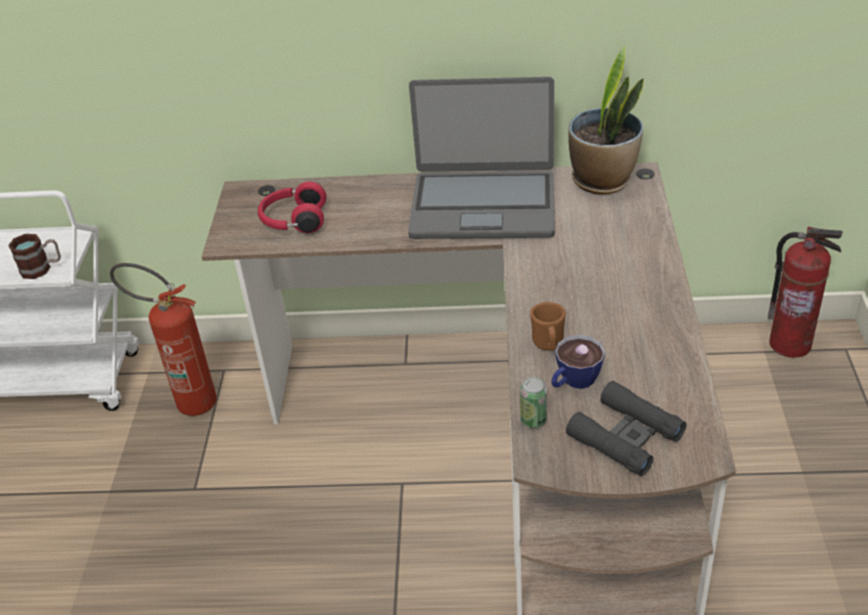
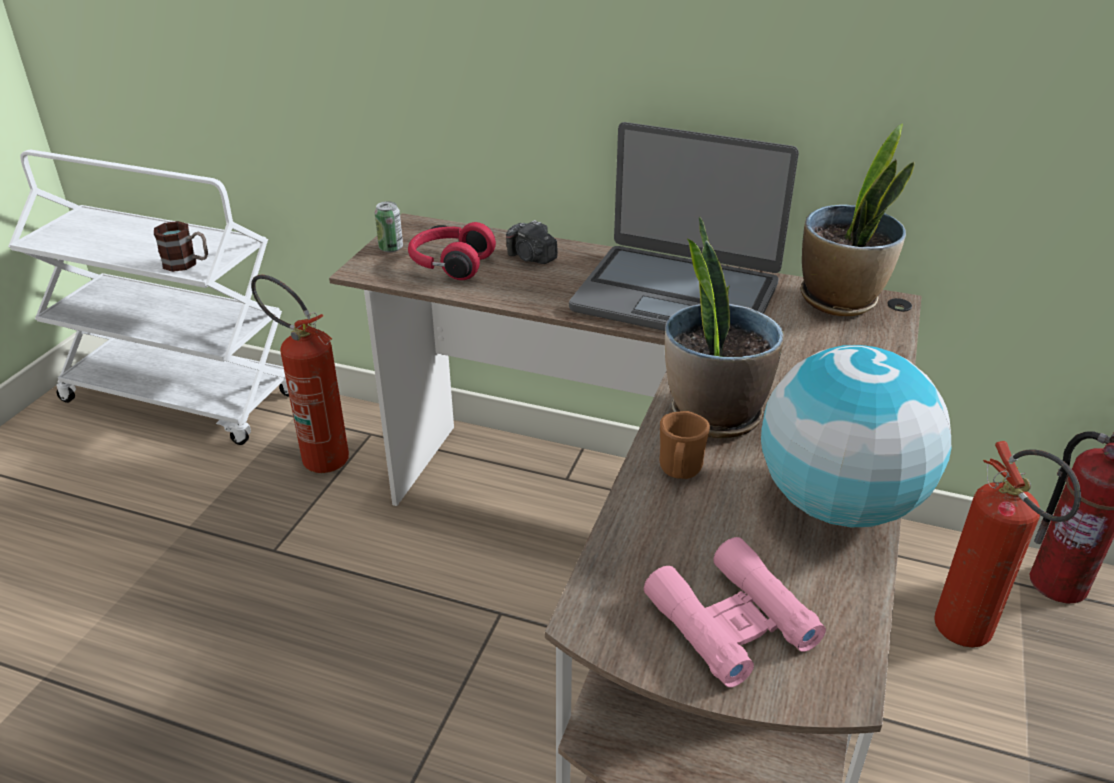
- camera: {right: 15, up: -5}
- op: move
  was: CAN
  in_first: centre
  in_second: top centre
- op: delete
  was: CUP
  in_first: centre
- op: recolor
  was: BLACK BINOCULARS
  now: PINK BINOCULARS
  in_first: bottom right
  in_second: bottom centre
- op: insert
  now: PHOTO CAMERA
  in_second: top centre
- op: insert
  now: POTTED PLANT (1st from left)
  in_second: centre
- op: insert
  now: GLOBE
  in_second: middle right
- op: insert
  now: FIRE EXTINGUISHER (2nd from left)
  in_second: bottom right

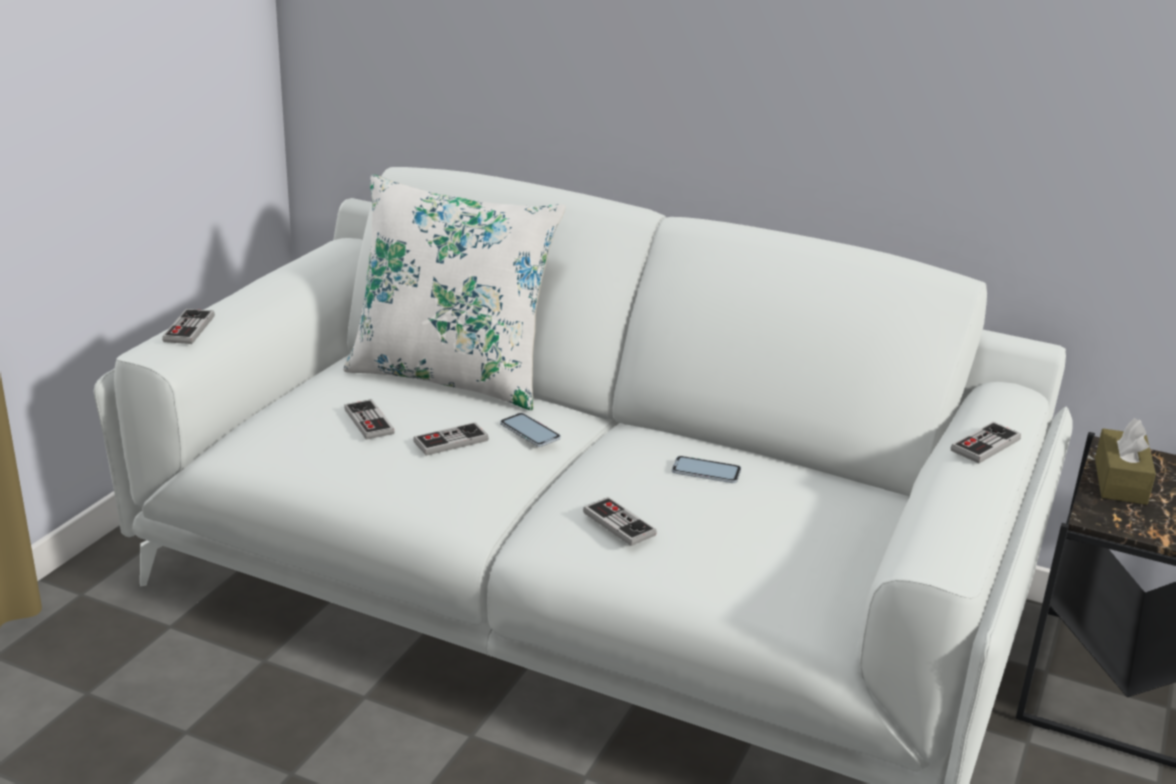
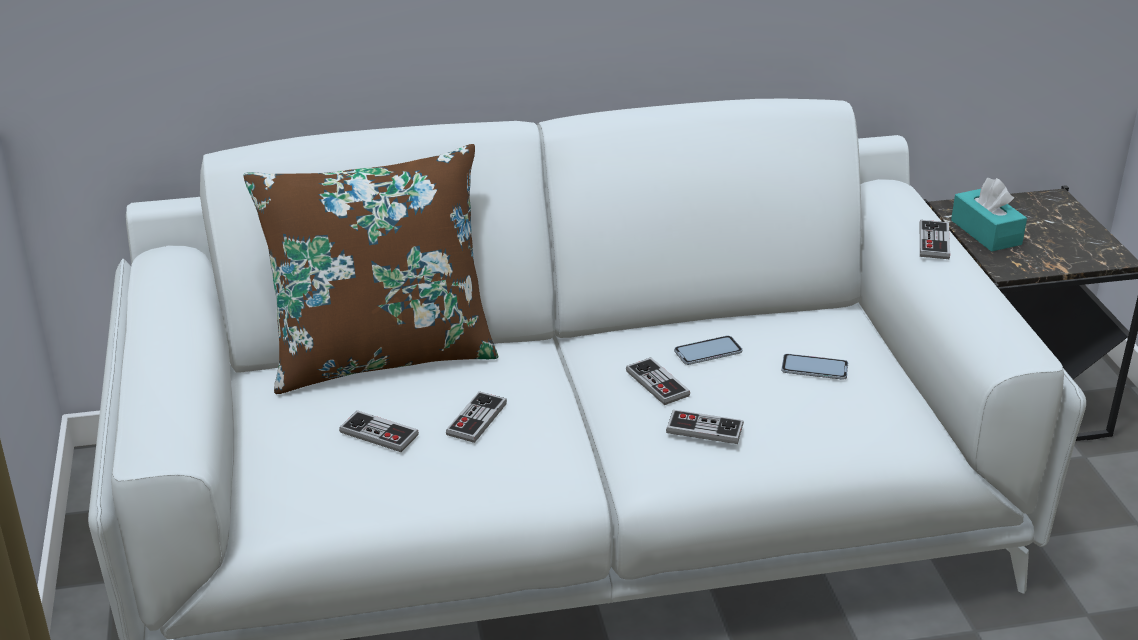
- camera: {right: -35, up: 5}
- op: move
  was: GAME CONTROLLER (1st from left in the first image)
  now: GAME CONTROLLER (3rd from left)
  in_first: middle left
  in_second: centre
- op: recolor
  was: WHITE PILLOW
  now: BROWN PILLOW
  in_first: centre
  in_second: middle left
- op: move
  was: PHONE (1st from left in the first image)
  now: PHONE (2nd from left)
  in_first: centre
  in_second: middle right
- op: recolor
  was: BROWN TISSUE BOX
  now: TURQUOISE TISSUE BOX
  in_first: middle right
  in_second: middle right

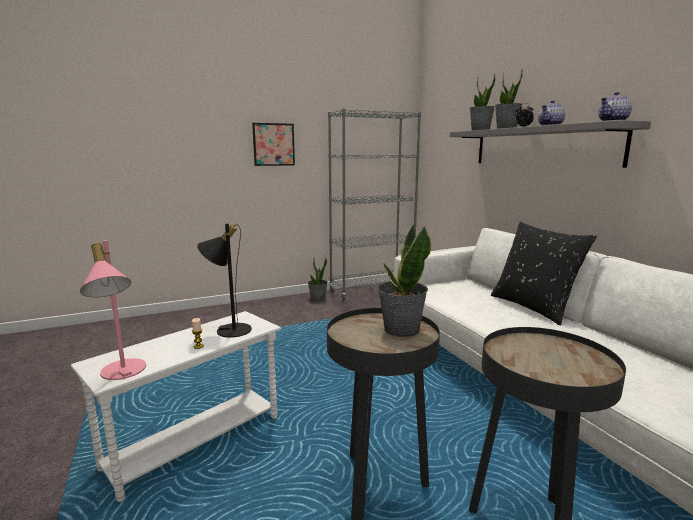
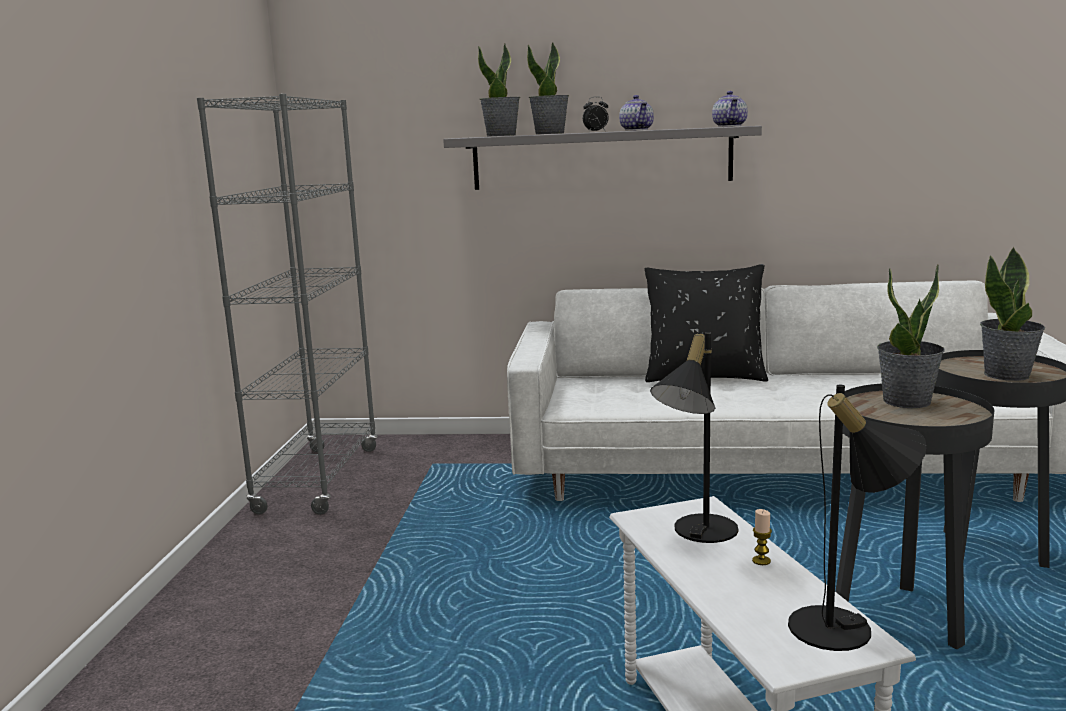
- camera: {right: -60, up: 0}
- op: recolor
  was: PINK TABLE LAMP
  now: BLACK TABLE LAMP (2nd from left)
  in_first: middle left
  in_second: bottom right
- op: delete
  was: PICTURE
  in_first: top centre
- op: move
  was: POTTED PLANT (1st from left in the first image)
  now: POTTED PLANT (4th from left)
  in_first: centre
  in_second: middle right

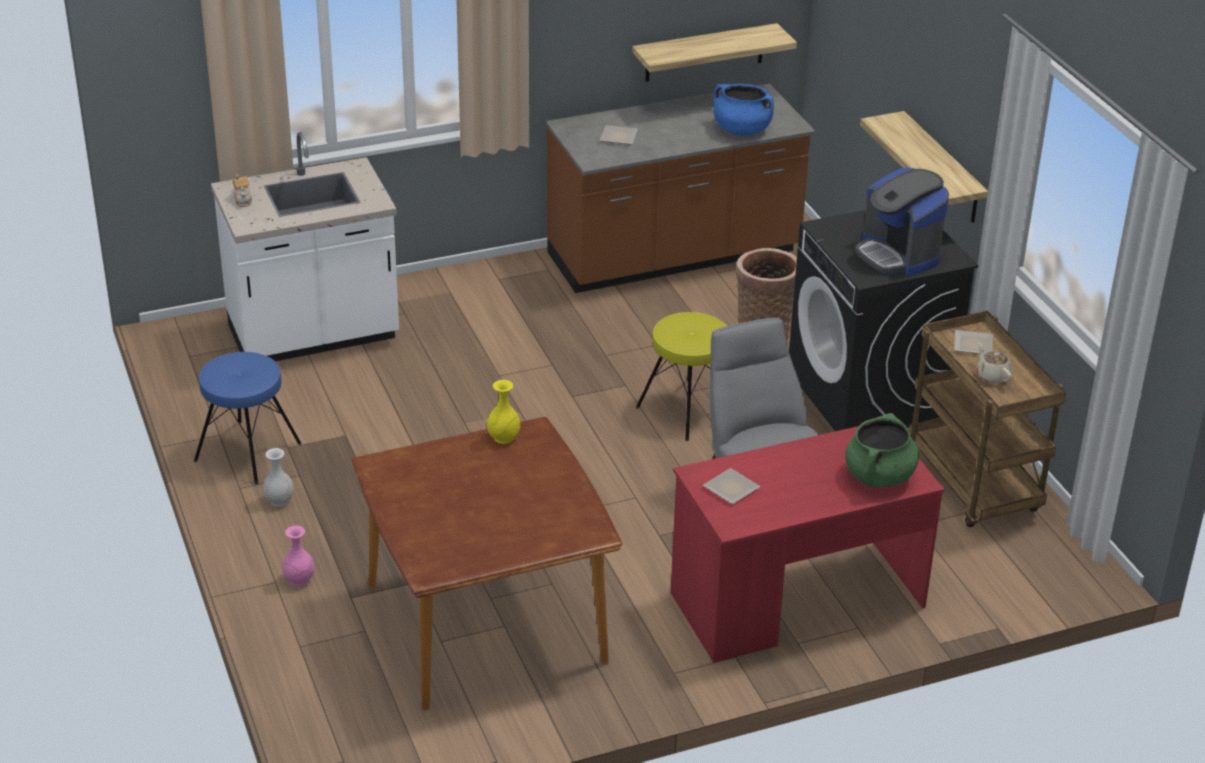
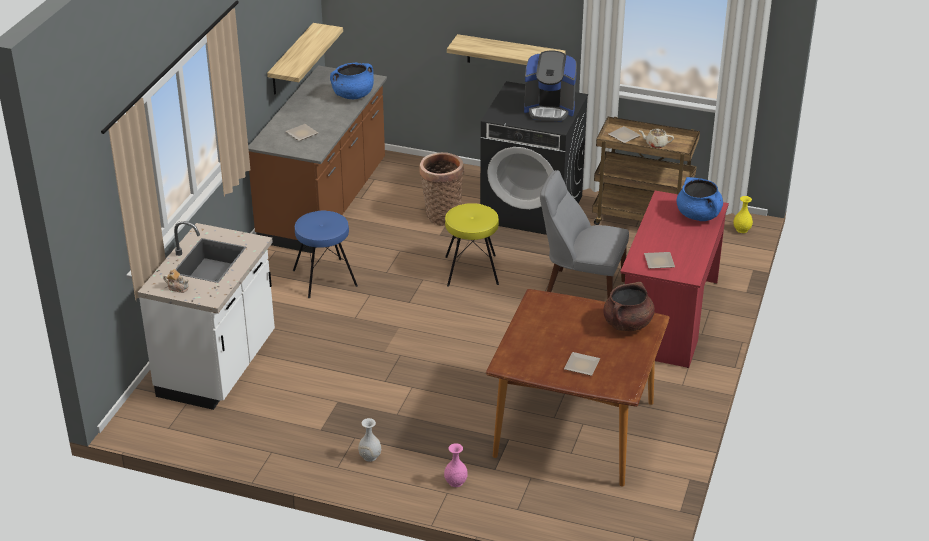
- camera: {right: -50, up: 0}
- op: move
  was: BLUE STOOL
  in_first: middle left
  in_second: centre
- op: move
  was: YELLOW VASE
  in_first: centre
  in_second: middle right
- op: recolor
  was: GREEN COOKING POT
  now: BLUE COOKING POT (2nd from left)
  in_first: middle right
  in_second: middle right
- op: insert
  now: PLATE (2nd from left)
  in_second: bottom centre
- op: insert
  now: BROWN COOKING POT
  in_second: middle right

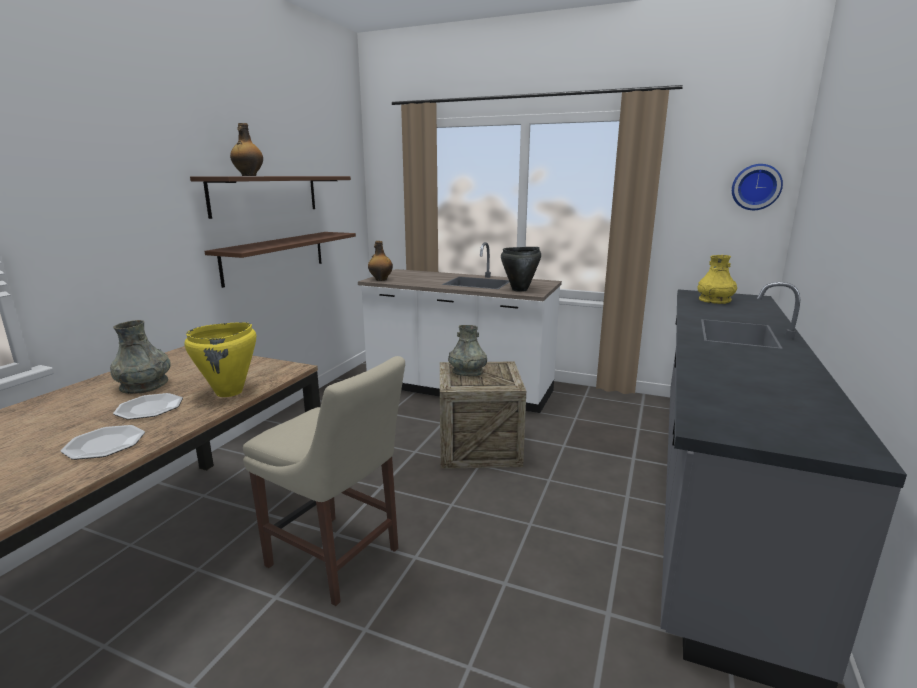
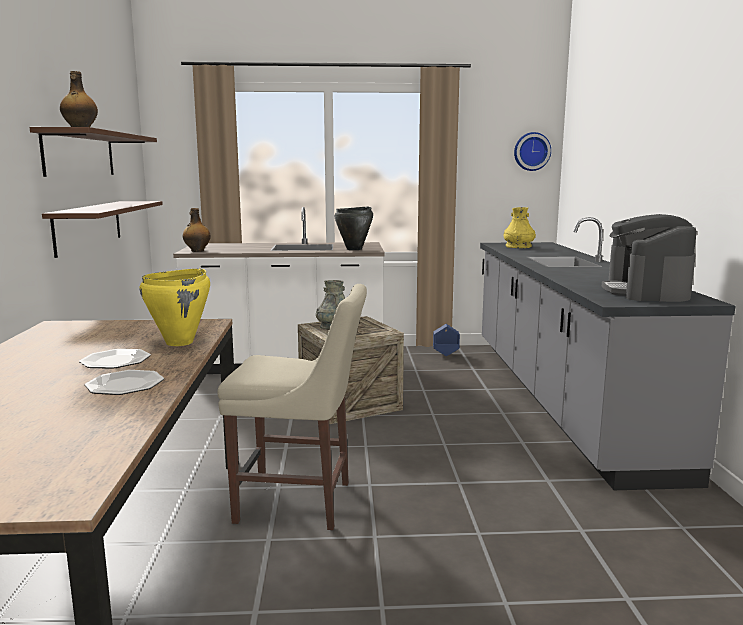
- camera: {right: -25, up: -5}
- op: delete
  was: GREY VASE (1st from left)
  in_first: middle left
- op: insert
  now: BLUE PLANTER
  in_second: centre
- op: insert
  now: COFFEE MACHINE
  in_second: middle right

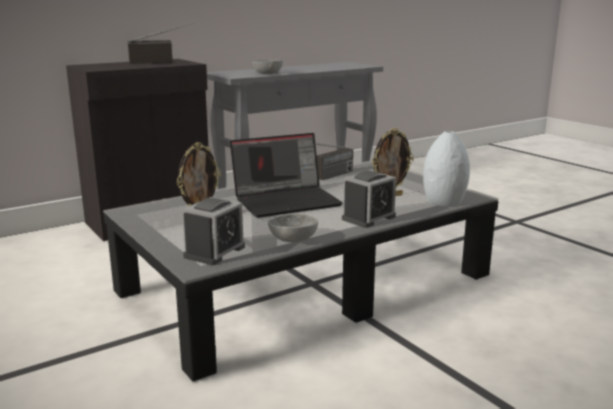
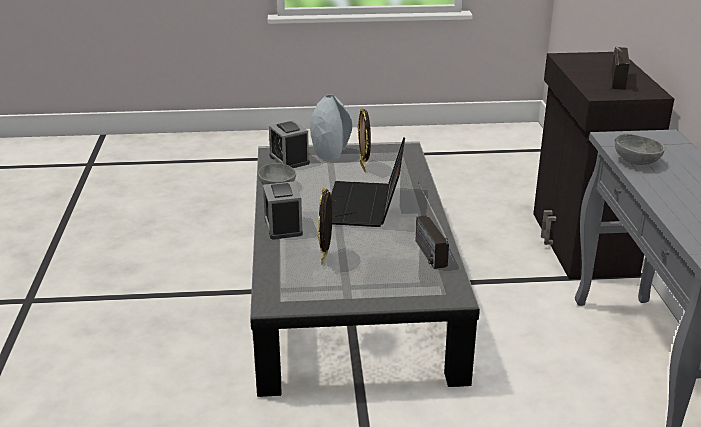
- camera: {right: 120, up: 10}
- op: move
  was: GREY VASE
  in_first: middle right
  in_second: top centre

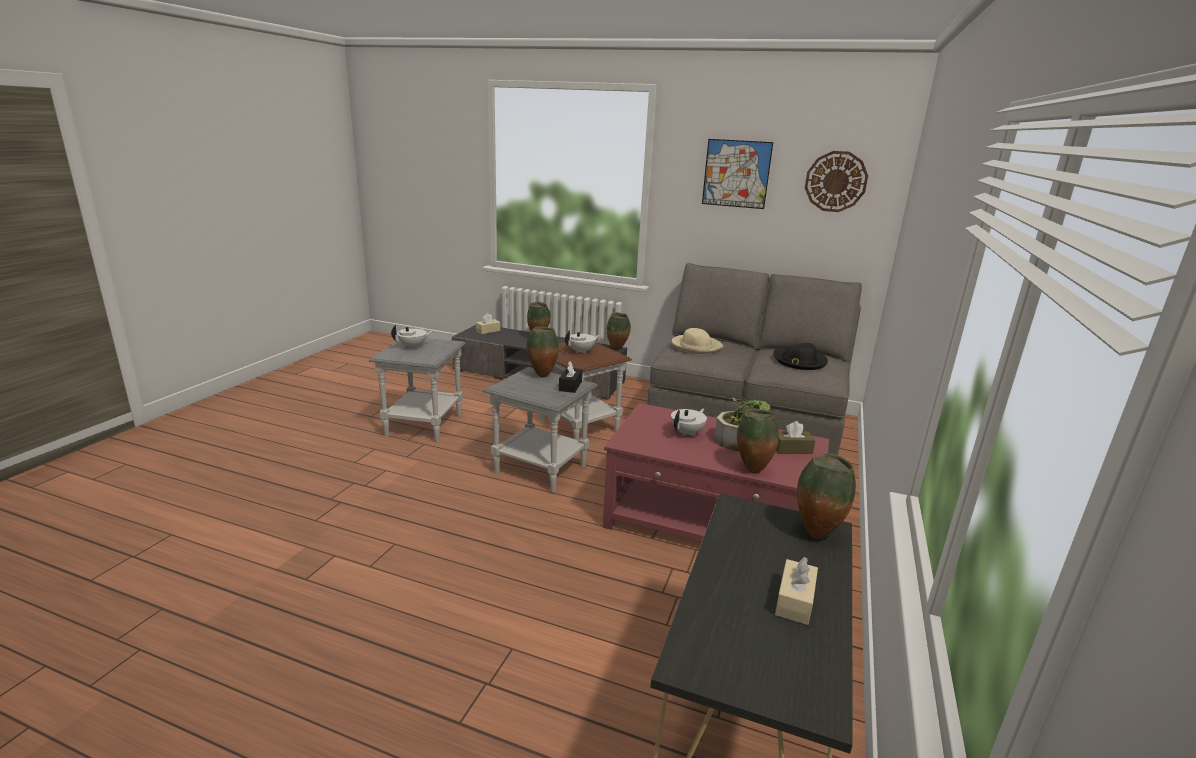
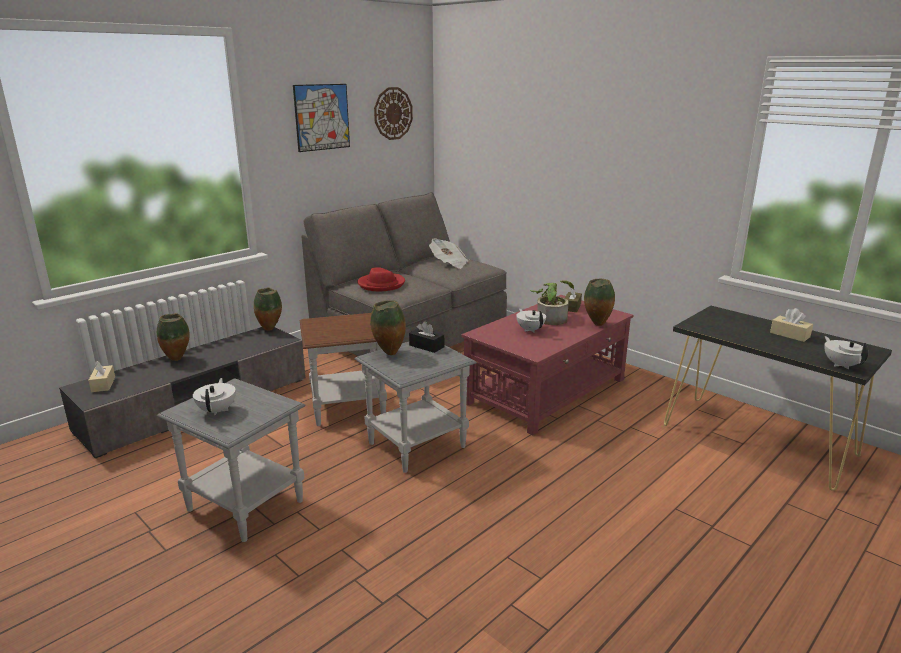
- camera: {right: -65, up: 0}
- op: move
  was: WHITE TEAPOT (2nd from left in the first image)
  now: WHITE TEAPOT (3rd from left)
  in_first: centre
  in_second: middle right
- op: recolor
  was: BEIGE HAT
  now: RED HAT
  in_first: centre
  in_second: centre
- op: replace
  was: BLACK HAT
  now: NEWSPAPER
  in_first: middle right
  in_second: centre
- op: delete
  was: VASE (5th from left)
  in_first: middle right

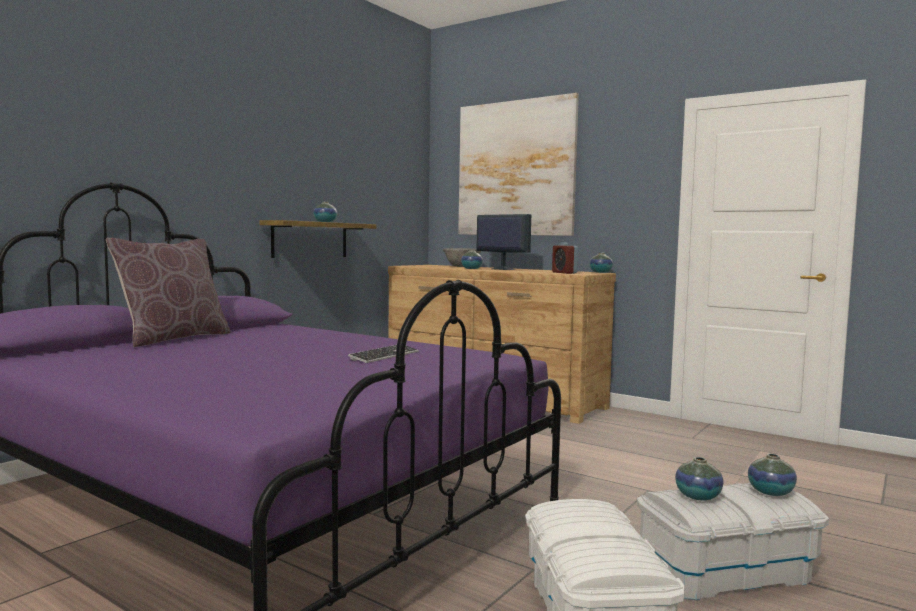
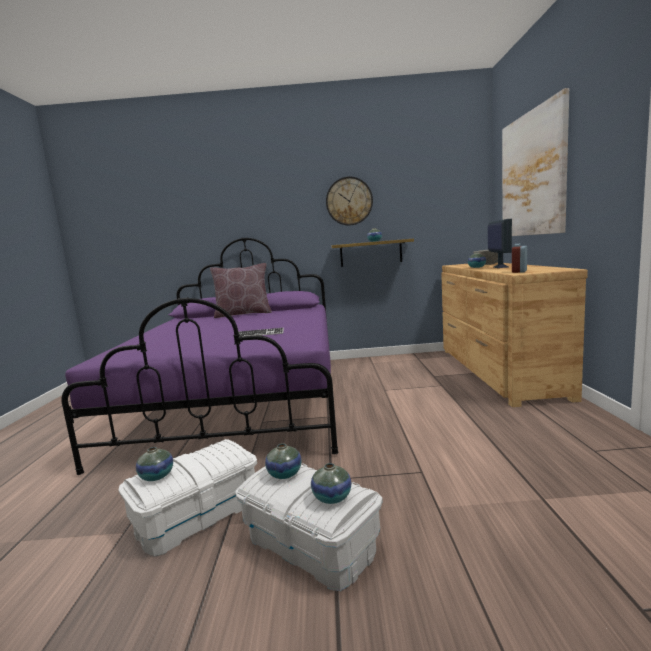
- camera: {right: 55, up: 5}
- op: move
  was: VASE (3rd from left in the first image)
  now: VASE (1st from left)
  in_first: centre
  in_second: bottom left
- op: insert
  now: WALL CLOCK
  in_second: top centre

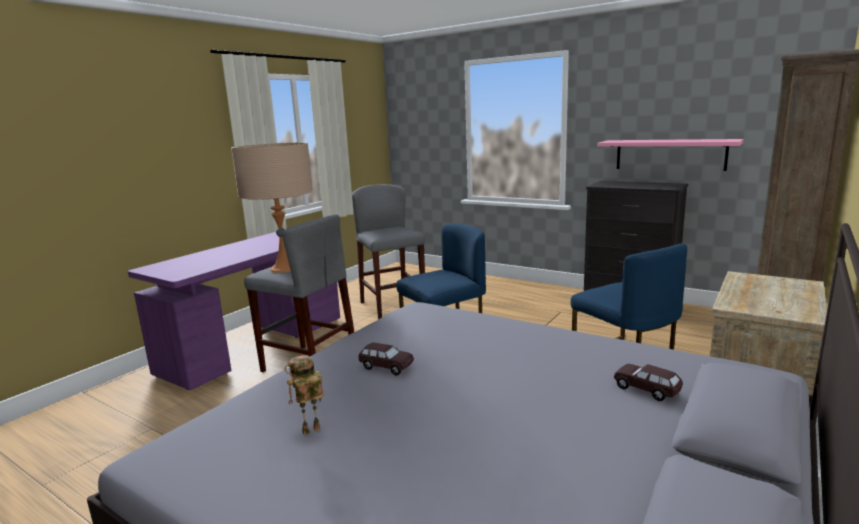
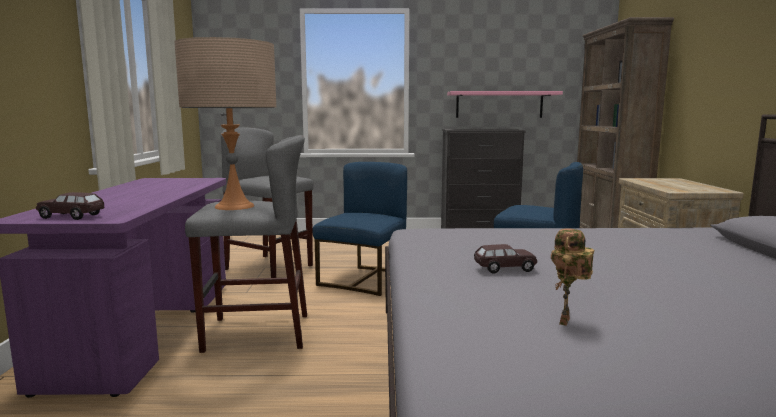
- camera: {right: -35, up: -5}
- op: move
  was: BROWN TOY CAR (2nd from left in the first image)
  now: BROWN TOY CAR (1st from left)
  in_first: bottom right
  in_second: middle left

